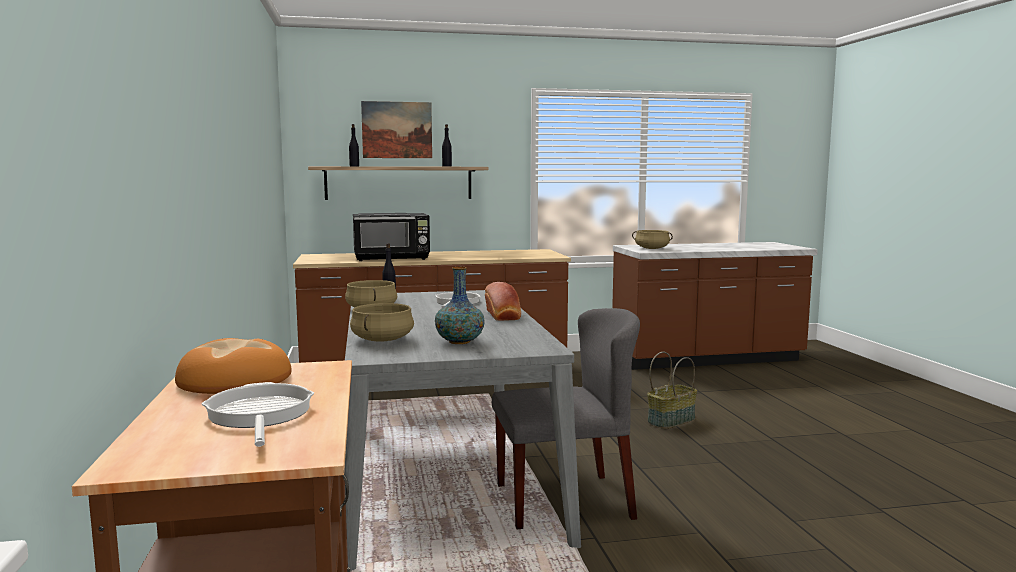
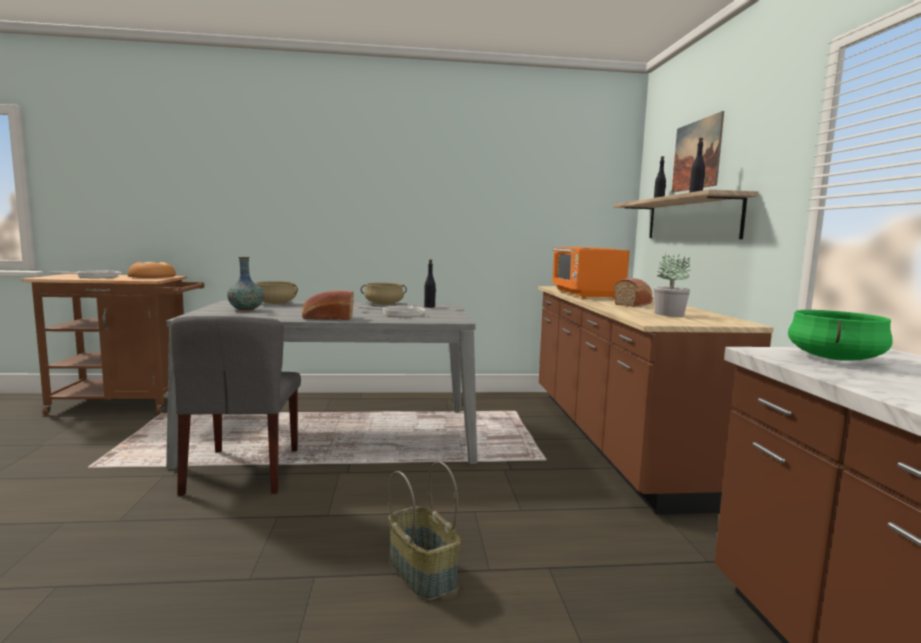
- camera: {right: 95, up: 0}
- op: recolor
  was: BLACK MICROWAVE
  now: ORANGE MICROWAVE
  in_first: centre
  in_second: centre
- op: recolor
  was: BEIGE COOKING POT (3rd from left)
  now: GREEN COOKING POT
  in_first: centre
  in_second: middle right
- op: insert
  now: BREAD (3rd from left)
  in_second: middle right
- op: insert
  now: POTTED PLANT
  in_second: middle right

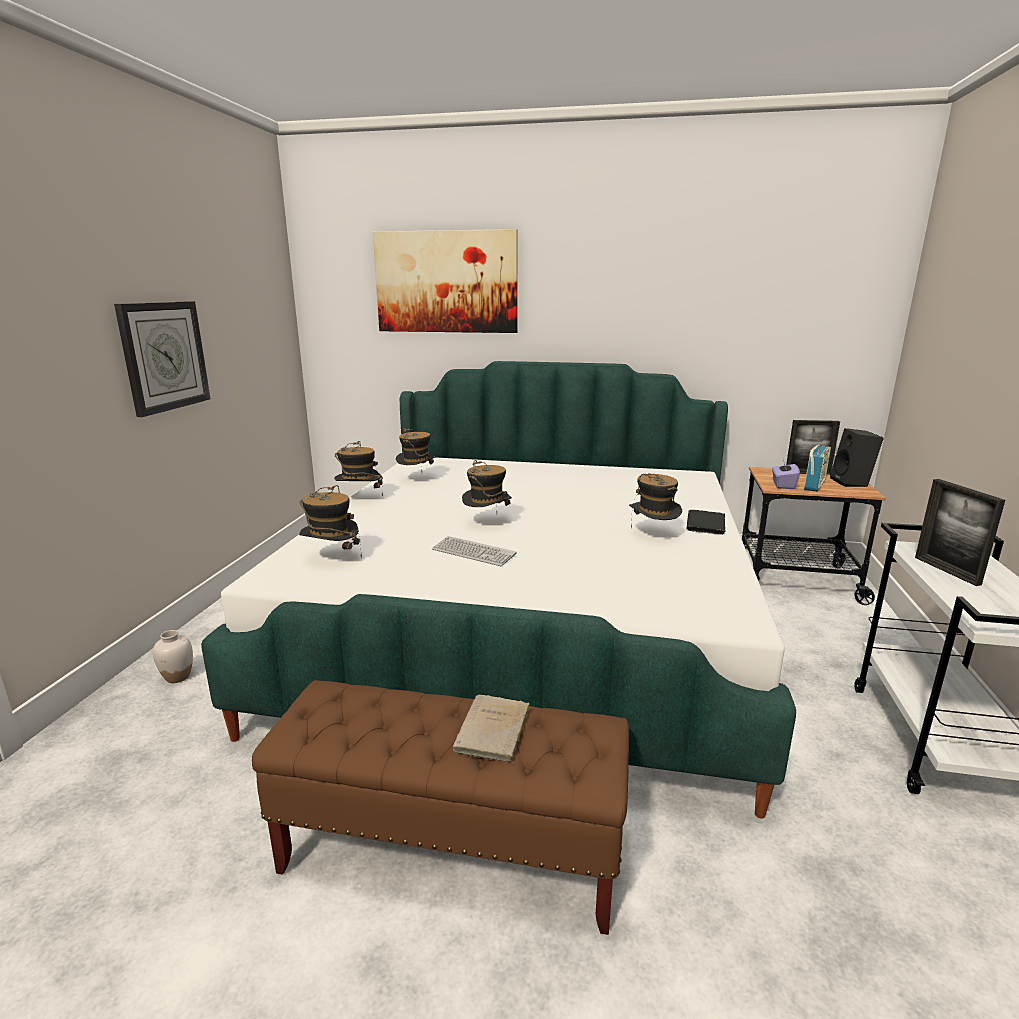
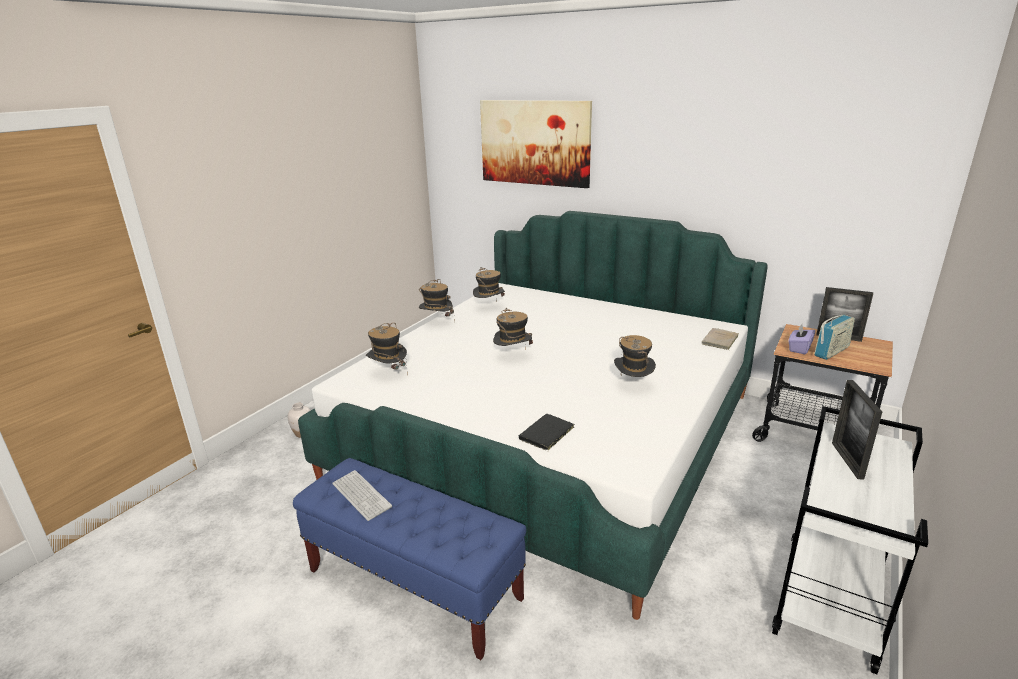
- camera: {right: 20, up: 5}
- op: delete
  was: WALL CLOCK
  in_first: middle left
- op: recolor
  was: BROWN BENCH
  now: BLUE BENCH
  in_first: bottom centre
  in_second: bottom centre
- op: move
  was: KEYBOARD
  in_first: centre
  in_second: bottom centre
- op: move
  was: BEIGE BOOK
  in_first: bottom centre
  in_second: middle right
- op: move
  was: BLACK BOOK
  in_first: middle right
  in_second: centre
- op: delete
  was: BLACK SPEAKER
  in_first: middle right

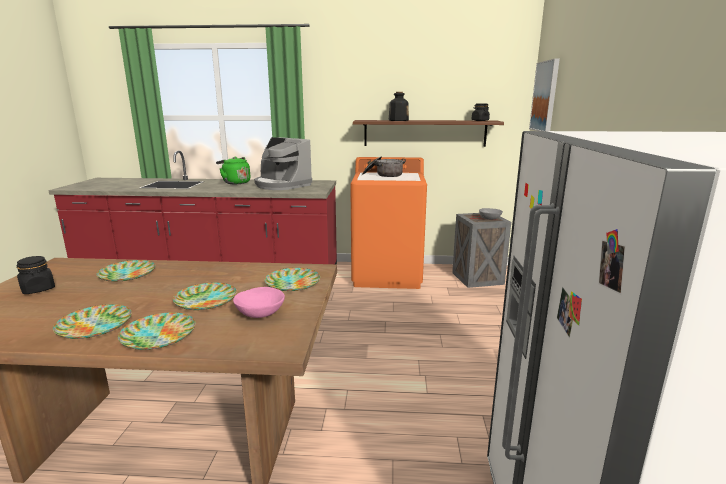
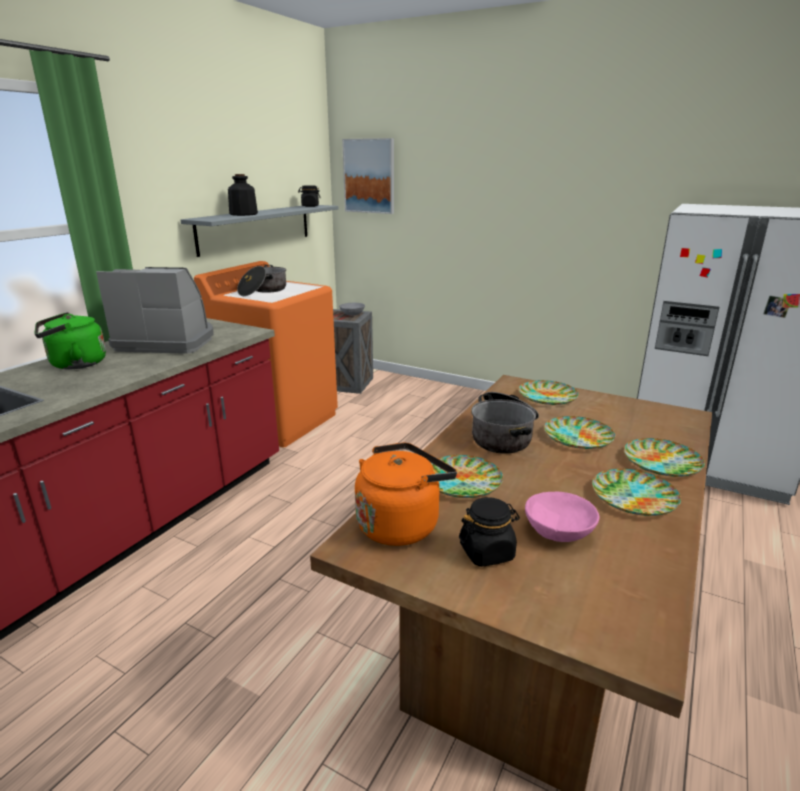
- camera: {right: -65, up: 5}
- op: move
  was: PINK BOWL
  in_first: centre
  in_second: middle right
- op: rotate
  was: COFFEE MACHINE
  in_first: centre
  in_second: middle left
  clockwise: -150
- op: recolor
  was: BROWN SHELF
  now: GREY SHELF
  in_first: top centre
  in_second: top left
- op: insert
  now: ORANGE KETTLE
  in_second: centre
- op: insert
  now: COOKING POT (2nd from left)
  in_second: centre

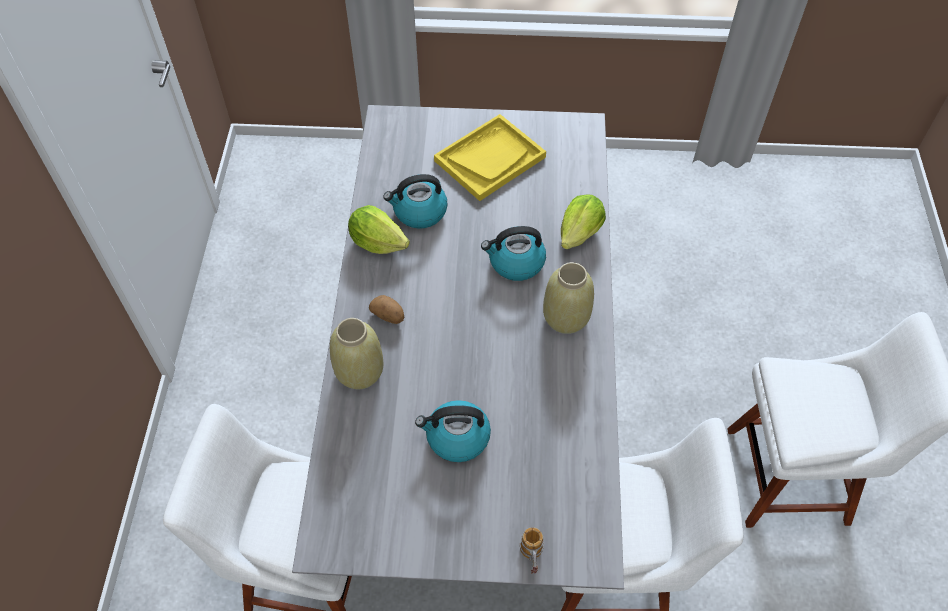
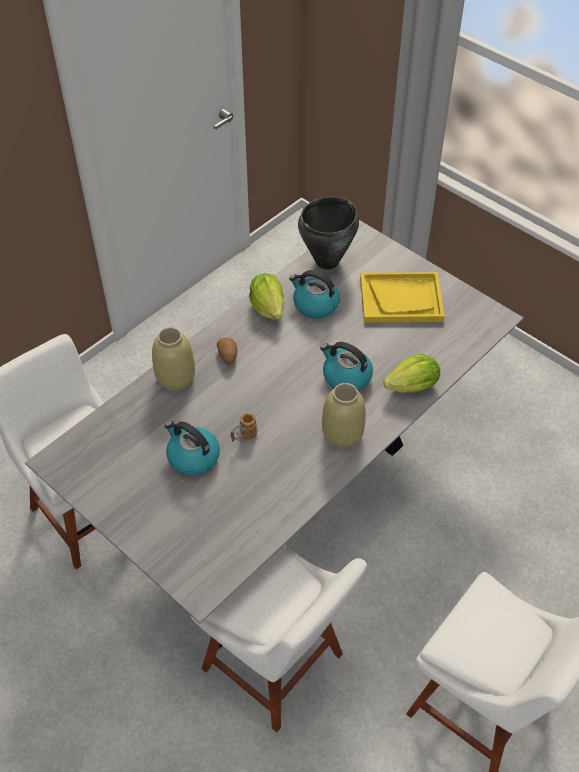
- camera: {right: 40, up: -5}
- op: move
  was: MUG
  in_first: bottom centre
  in_second: centre
- op: insert
  now: BLACK COOKING POT
  in_second: top centre

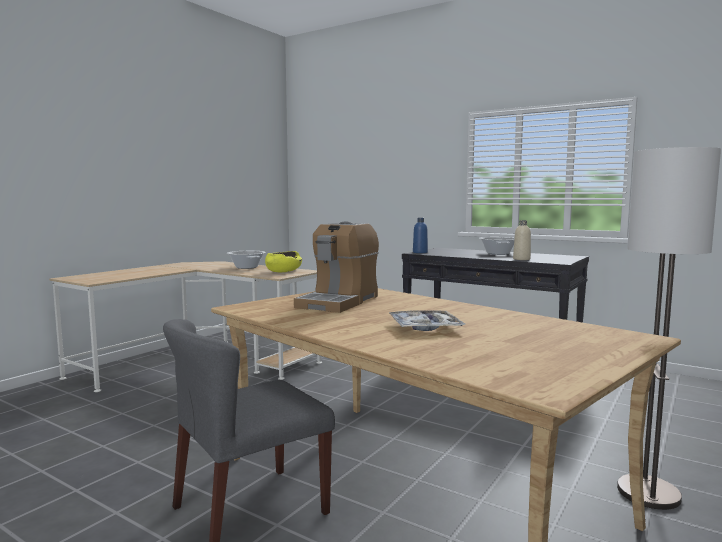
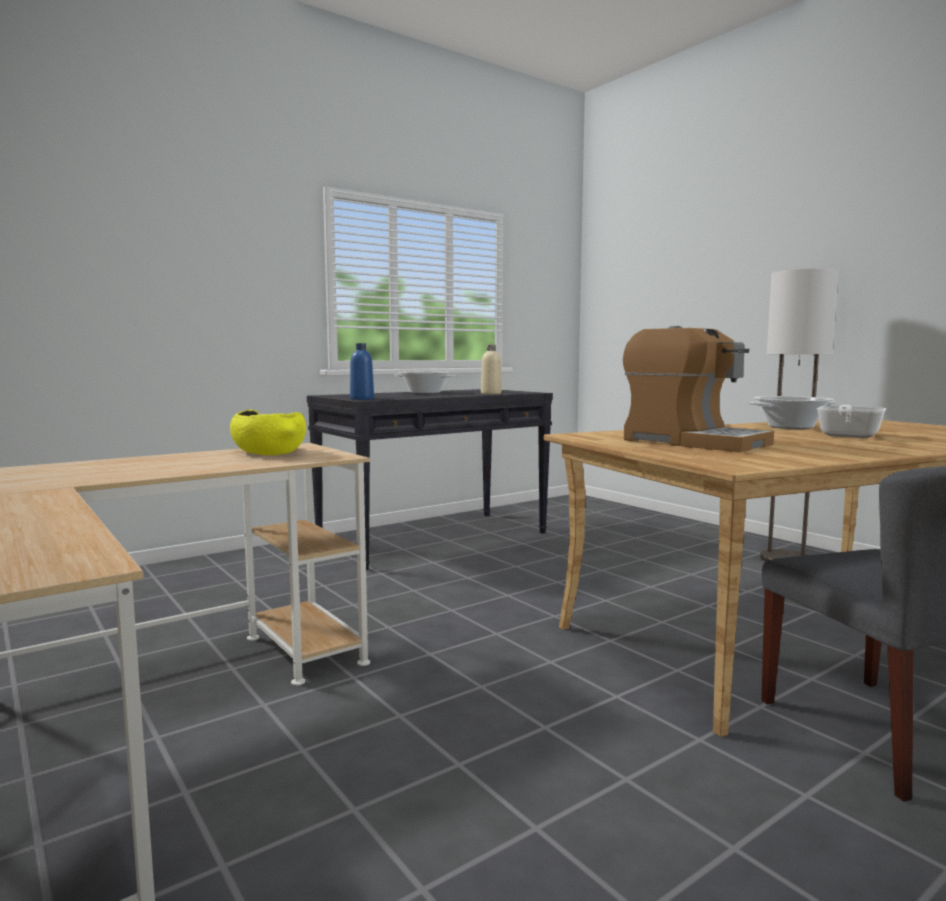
- camera: {right: -70, up: 0}
- op: move
  was: COOKING POT (1st from left in the first image)
  now: COOKING POT (2nd from left)
  in_first: centre
  in_second: middle right
- op: replace
  was: TRAY
  now: FRYING PAN
  in_first: centre
  in_second: middle right

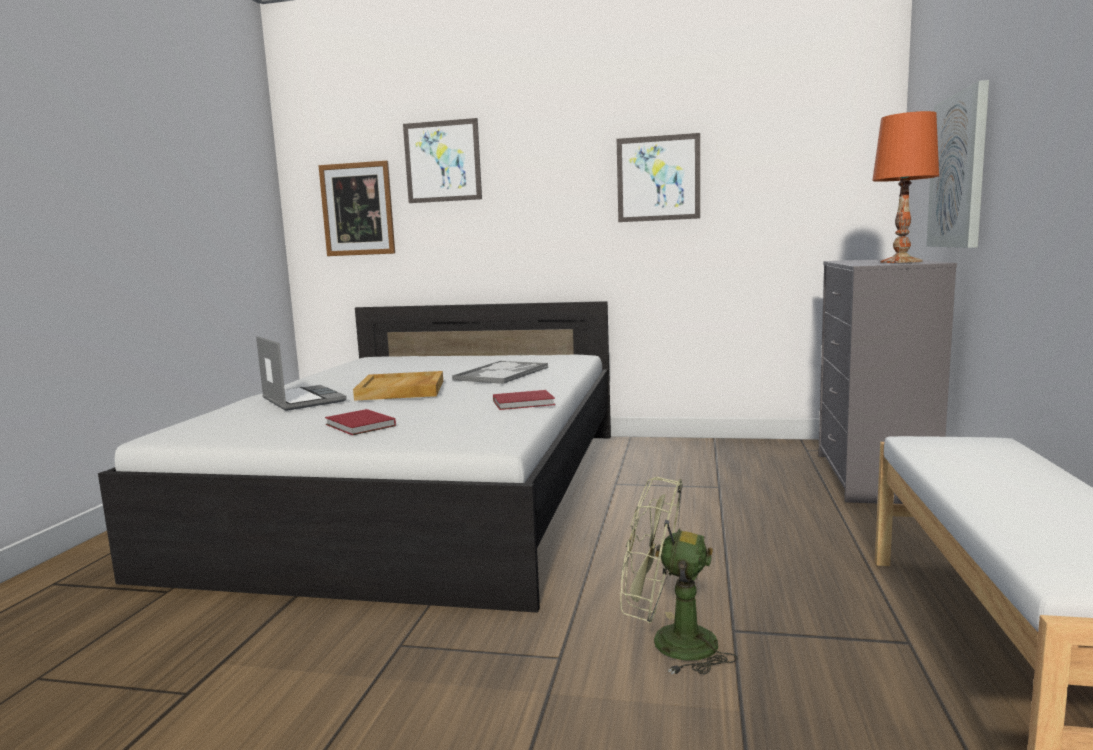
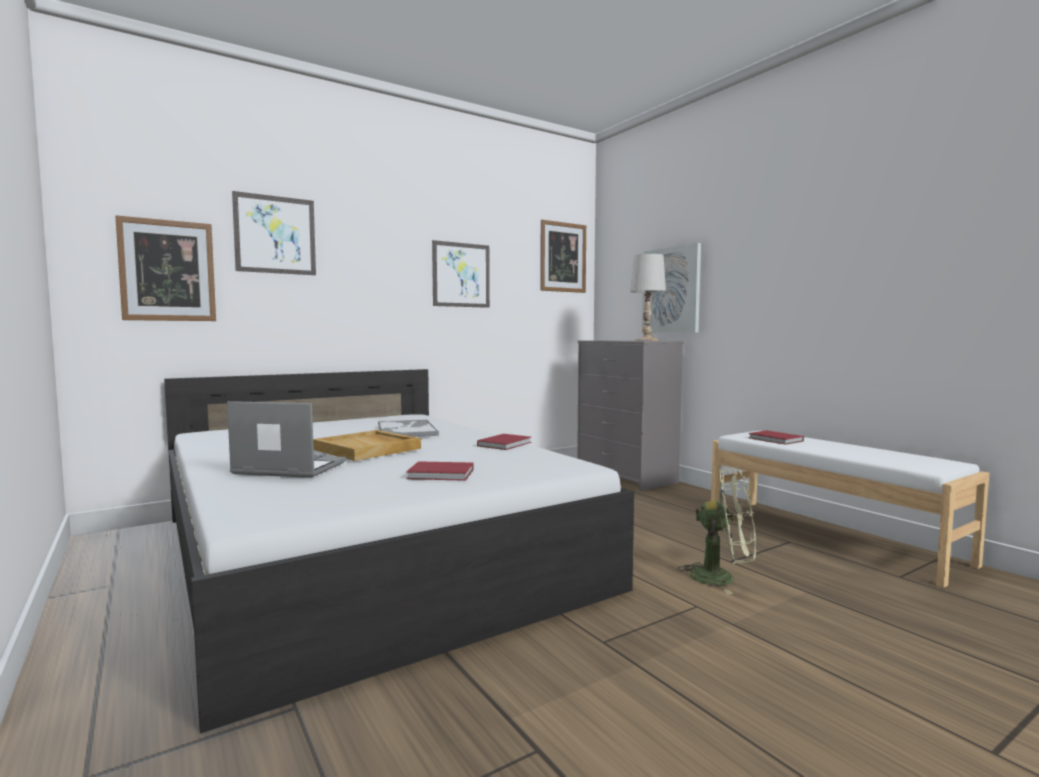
- camera: {right: -45, up: -5}
- op: rotate
  was: GREEN FAN
  in_first: bottom centre
  in_second: bottom right
  clockwise: -135
- op: recolor
  was: ORANGE TABLE LAMP
  now: WHITE TABLE LAMP
  in_first: top right
  in_second: centre
- op: insert
  now: PICTURE (4th from left)
  in_second: top centre
- op: insert
  now: RED BOOK (3rd from left)
  in_second: middle right

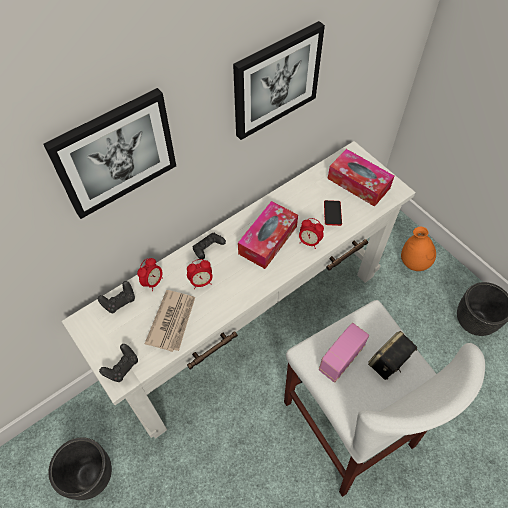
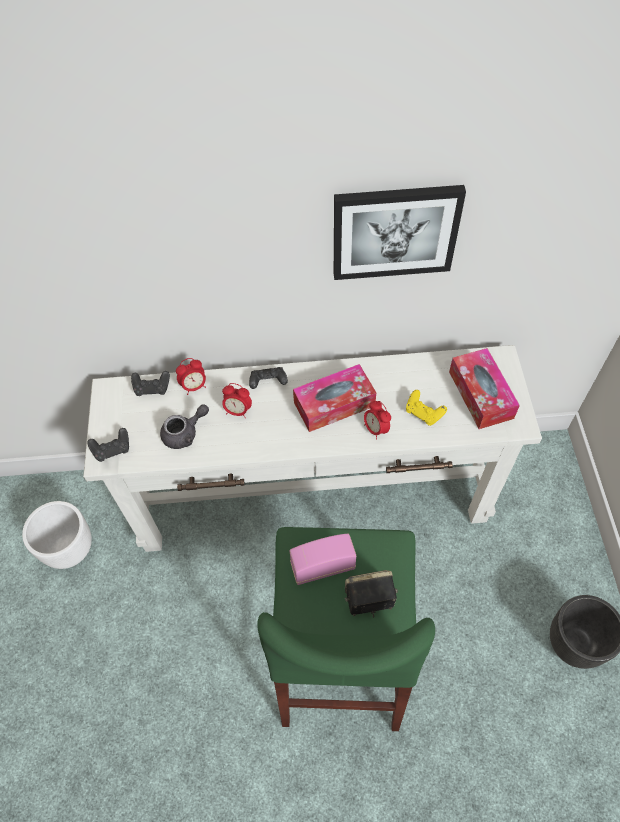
- camera: {right: 35, up: 0}
- op: delete
  was: PICTURE (1st from left)
  in_first: top left
- op: recolor
  was: BLACK PLANTER (1st from left)
  now: WHITE PLANTER
  in_first: bottom left
  in_second: middle left
- op: replace
  was: NEWSPAPER
  now: GREY TEAPOT
  in_first: centre
  in_second: middle left
- op: recolor
  was: WHITE STOOL
  now: GREEN STOOL
  in_first: bottom right
  in_second: bottom centre
- op: replace
  was: PHONE
  now: YELLOW GAME CONTROLLER
  in_first: centre
  in_second: middle right
- op: delete
  was: ORANGE VASE
  in_first: middle right

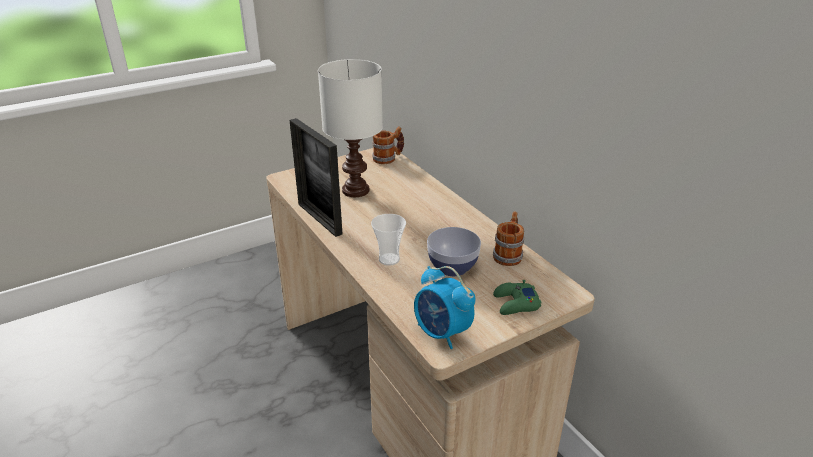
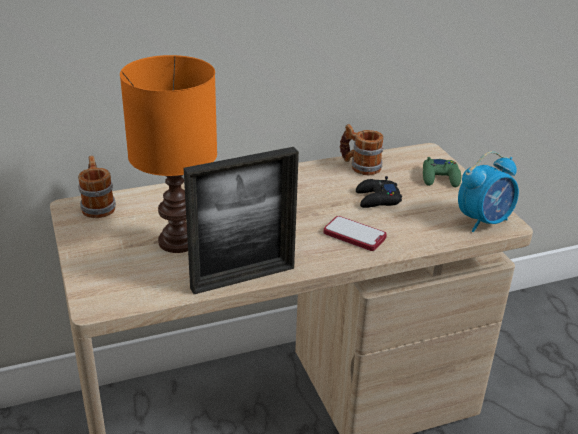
- camera: {right: -80, up: 0}
- op: recolor
  was: WHITE TABLE LAMP
  now: ORANGE TABLE LAMP
  in_first: top centre
  in_second: middle left
- op: replace
  was: CUP
  now: PHONE
  in_first: centre
  in_second: centre
- op: replace
  was: BOWL
  now: BLACK GAME CONTROLLER
  in_first: centre
  in_second: centre

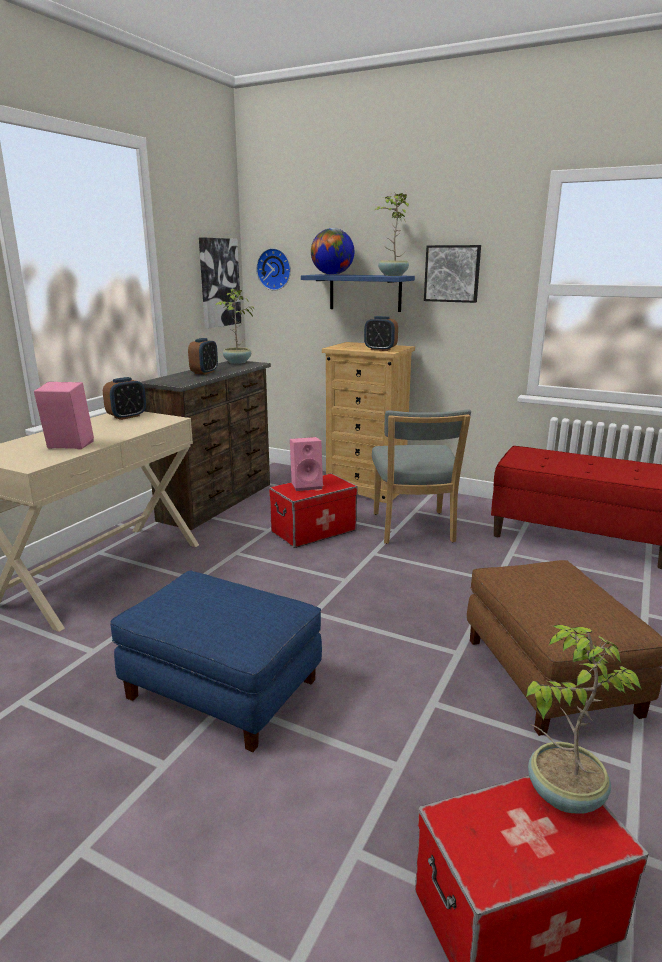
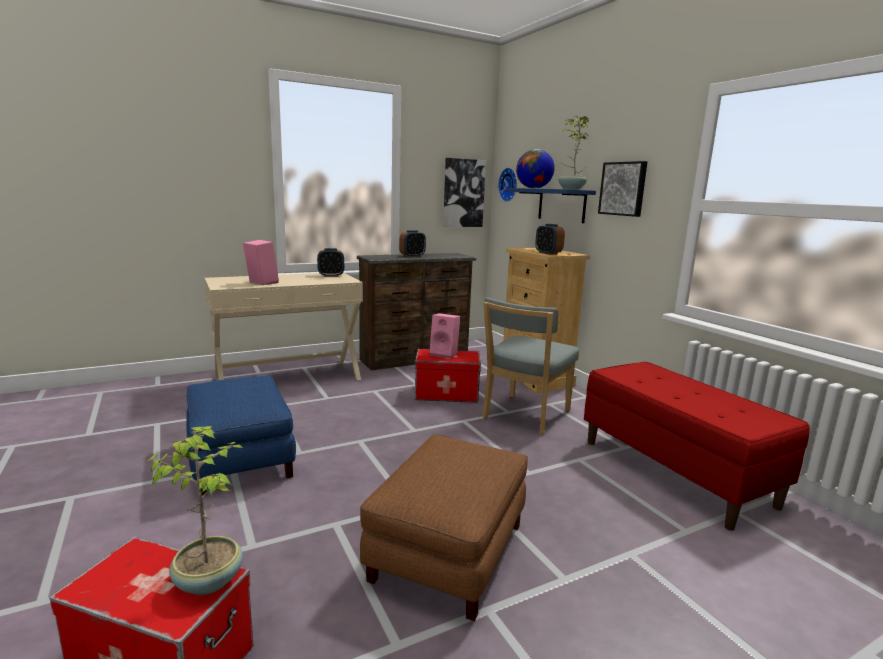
- camera: {right: 35, up: -5}
- op: delete
  was: POTTED PLANT (1st from left)
  in_first: centre

